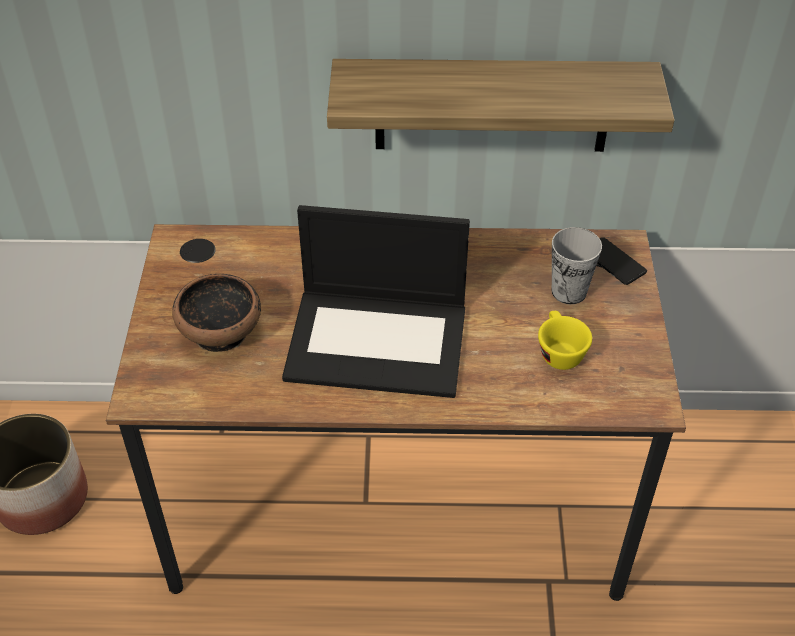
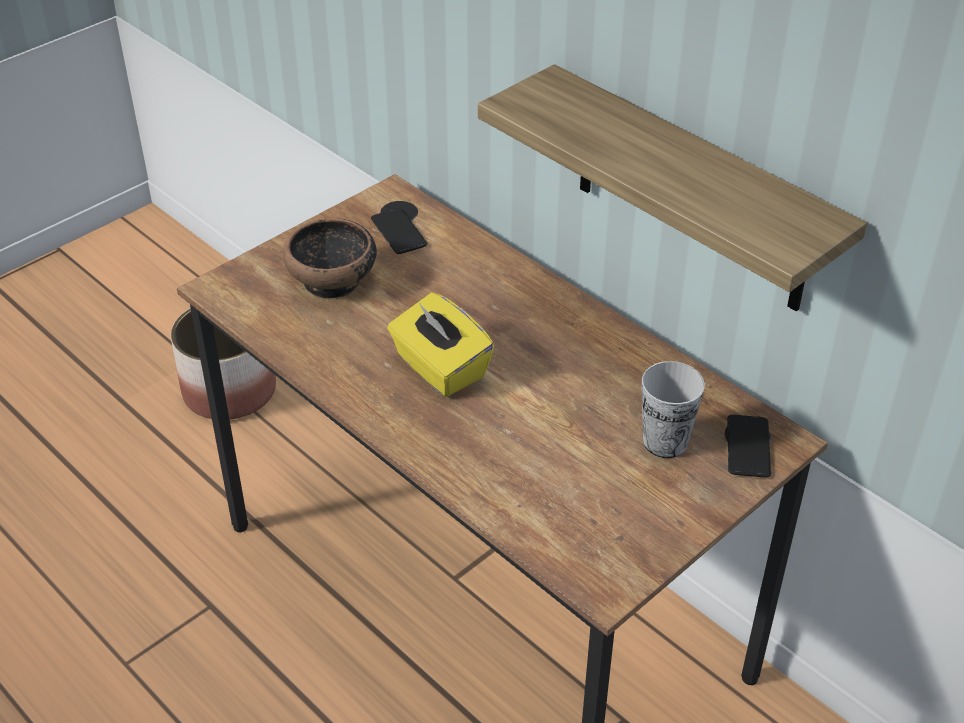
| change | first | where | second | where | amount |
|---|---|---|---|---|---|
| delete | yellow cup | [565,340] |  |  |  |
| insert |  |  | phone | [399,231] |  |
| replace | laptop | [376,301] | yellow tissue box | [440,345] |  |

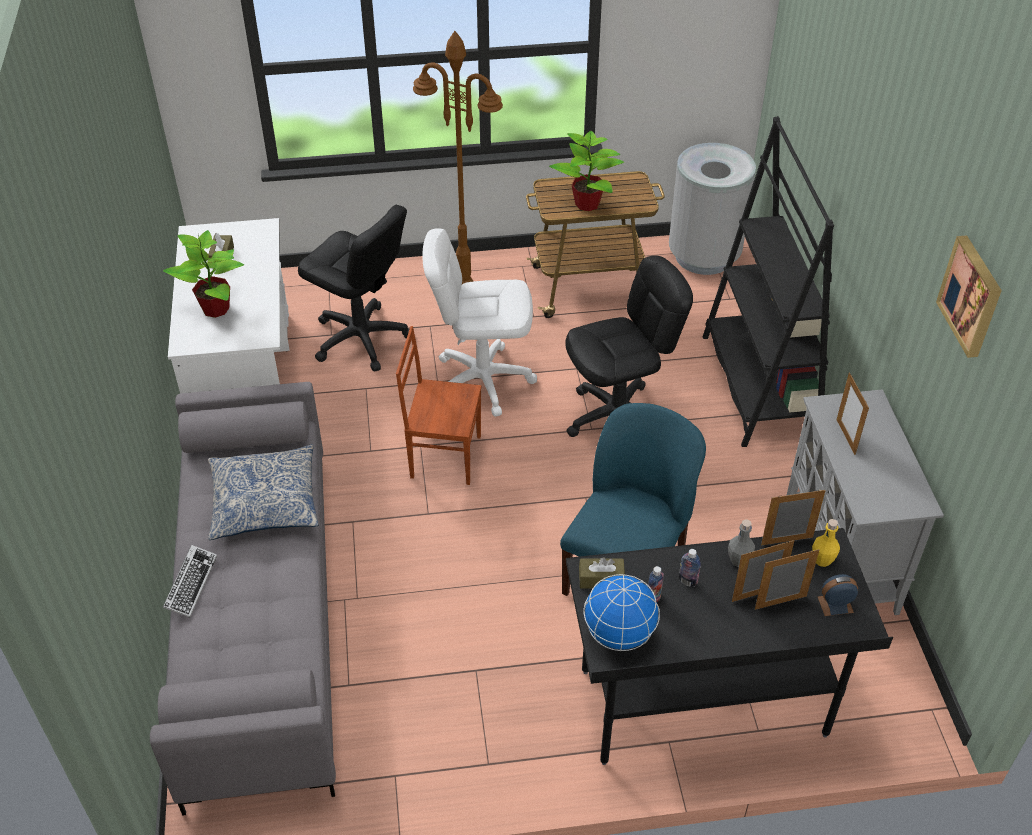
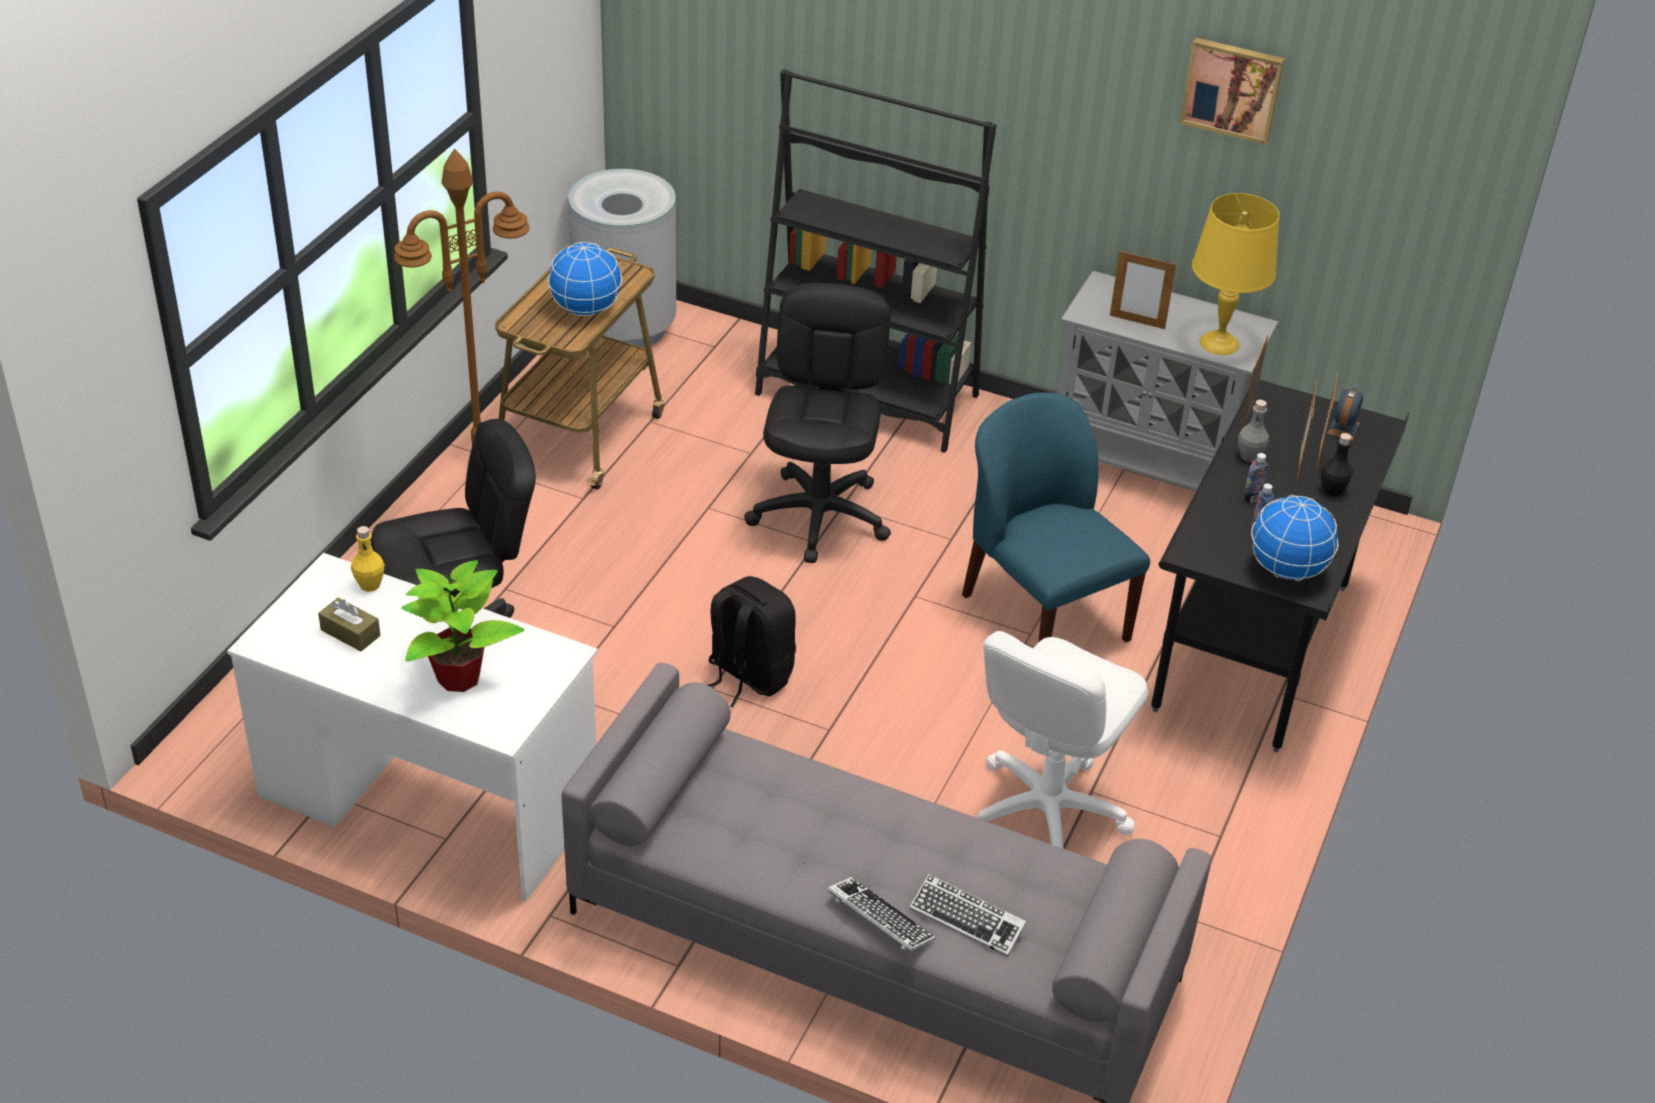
| change | first | where | second | where | amount |
|---|---|---|---|---|---|
| delete | pillow | [263,492] |  |  |  |
| delete | brown tissue box | [602,573] |  |  |  |
| insert |  |  | keyboard | [968,915] |  |
| insert |  |  | yellow table lamp | [1235,274] |  |
| insert |  |  | black bottle | [1337,464] |  |
| move | white office chair | [479,322] |  | [1062,740] |  |
| move | yellow bottle | [826,543] |  | [368,559] |  |
| replace | brown chair | [439,405] | black backpack | [751,641] |  |
| replace | potted plant | [586,170] | globe | [585,279] |  |

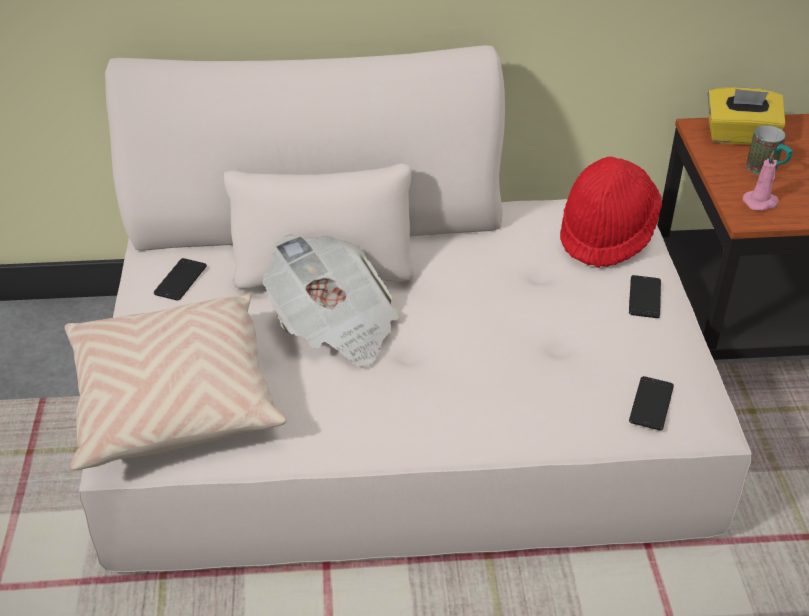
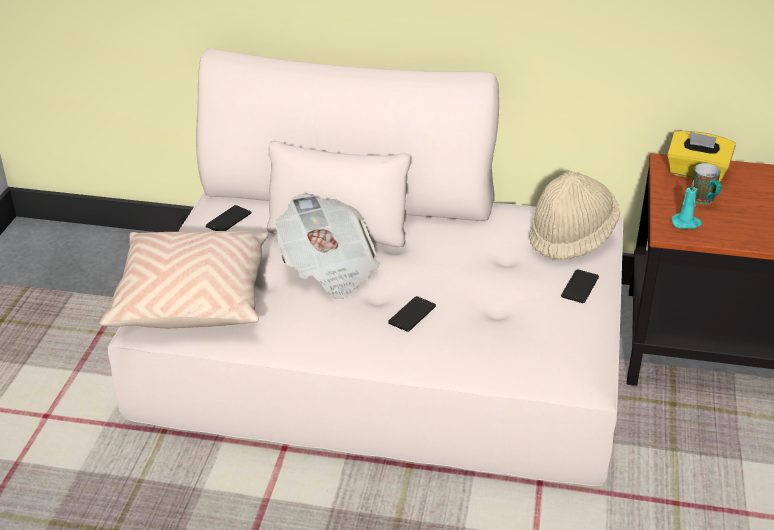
| change | first | where | second | where | amount |
|---|---|---|---|---|---|
| move | phone | [651,403] |  | [412,314] |  |
| recolor | red hat | [611,212] | beige hat | [574,215] |  |
| recolor | pink candle | [761,181] | turquoise candle | [686,204] |  |

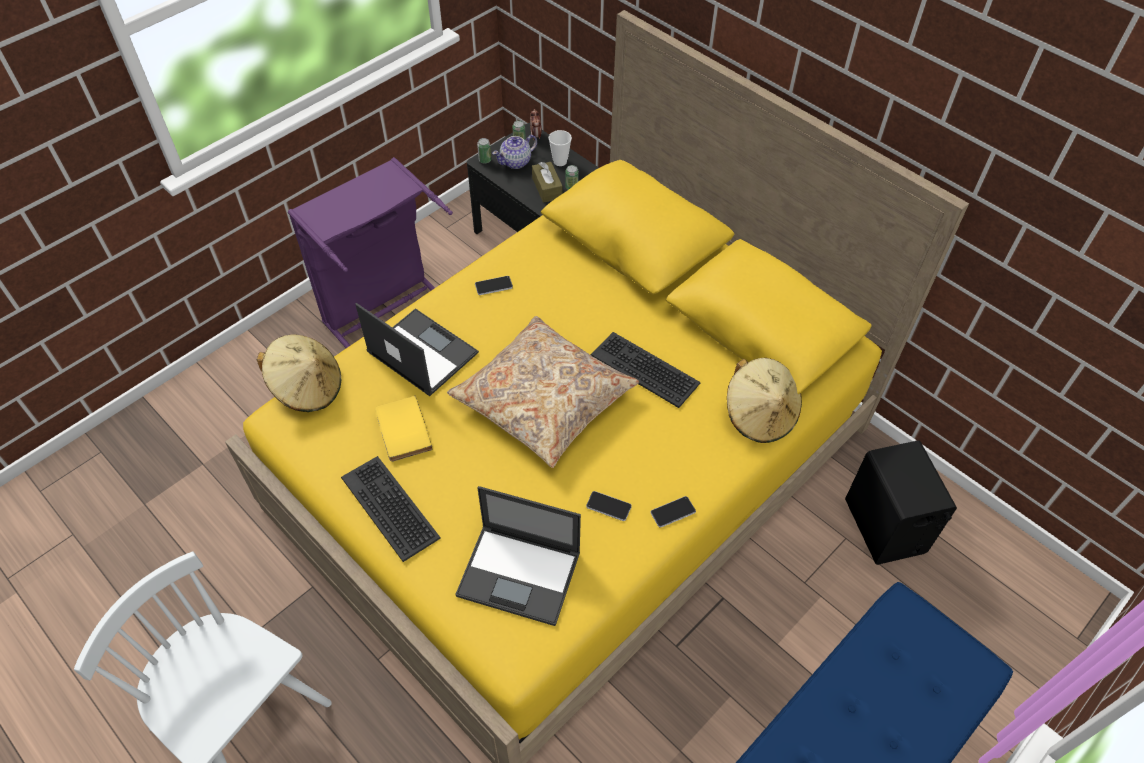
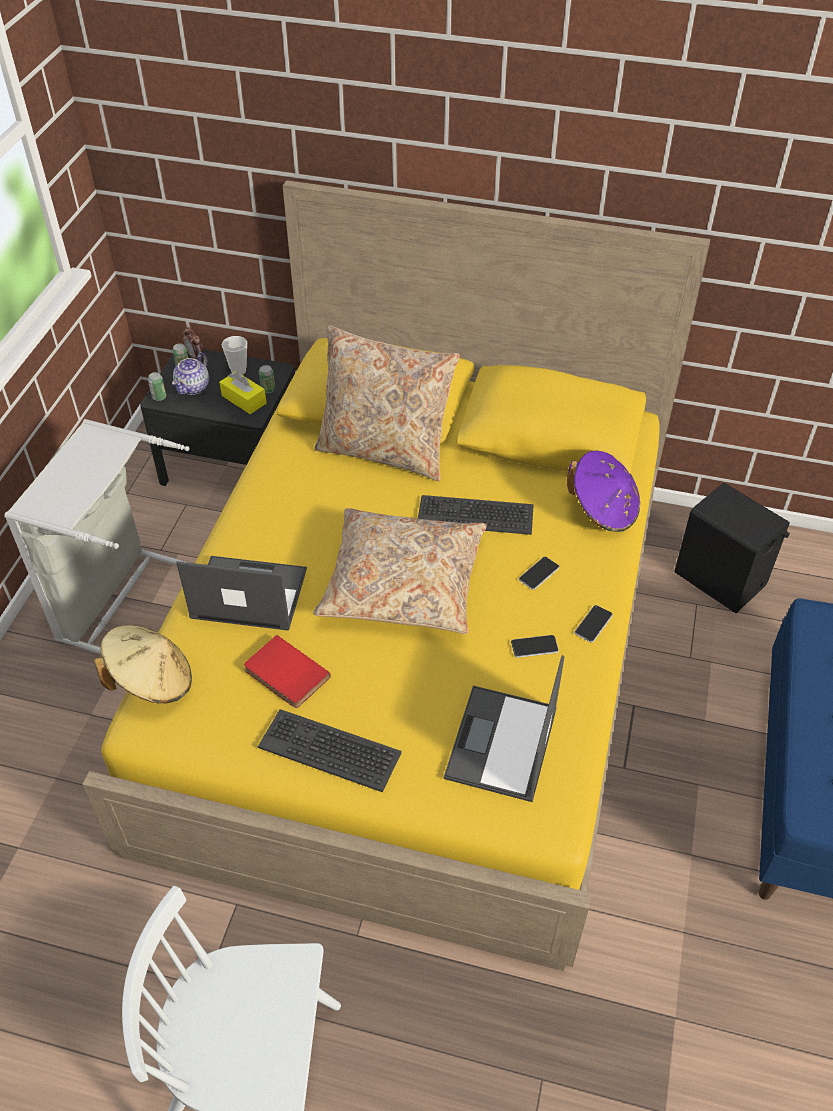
| change | first | where | second | where | amount |
|---|---|---|---|---|---|
| insert |  |  | beige pillow | [387,403] |  |
| move | phone | [494,285] |  | [539,573] |  |
| recolor | purple laundry basket | [370,252] | grey laundry basket | [97,536] |  |
| recolor | yellow book | [404,429] | red book | [287,671] |  |
| recolor | brown tissue box | [547,182] | yellow tissue box | [243,392] |  |
| recolor | beige hat | [764,400] | purple hat | [603,491] |  |
| rotate | laptop | [518,556] |  | [504,728] | 120 degrees clockwise |

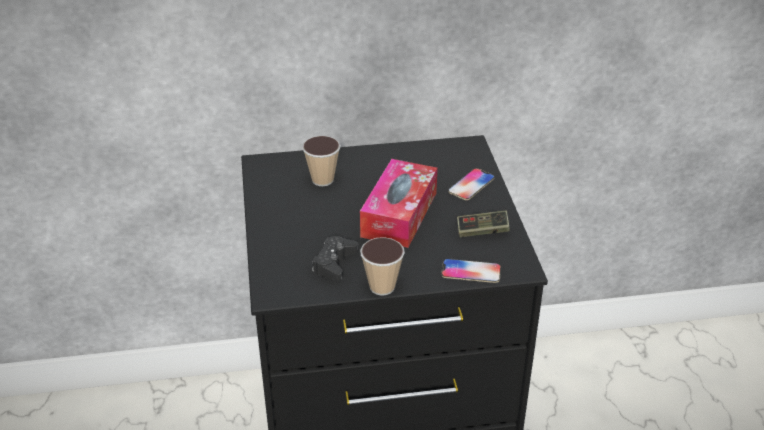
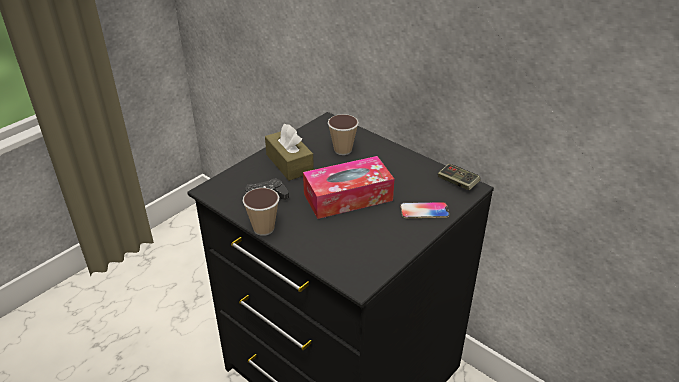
| change | first | where | second | where | amount |
|---|---|---|---|---|---|
| delete | phone | [471,271] |  |  |  |
| insert |  |  | brown tissue box | [289,152] |  |
| move | game controller | [483,223] |  | [459,177] |  |

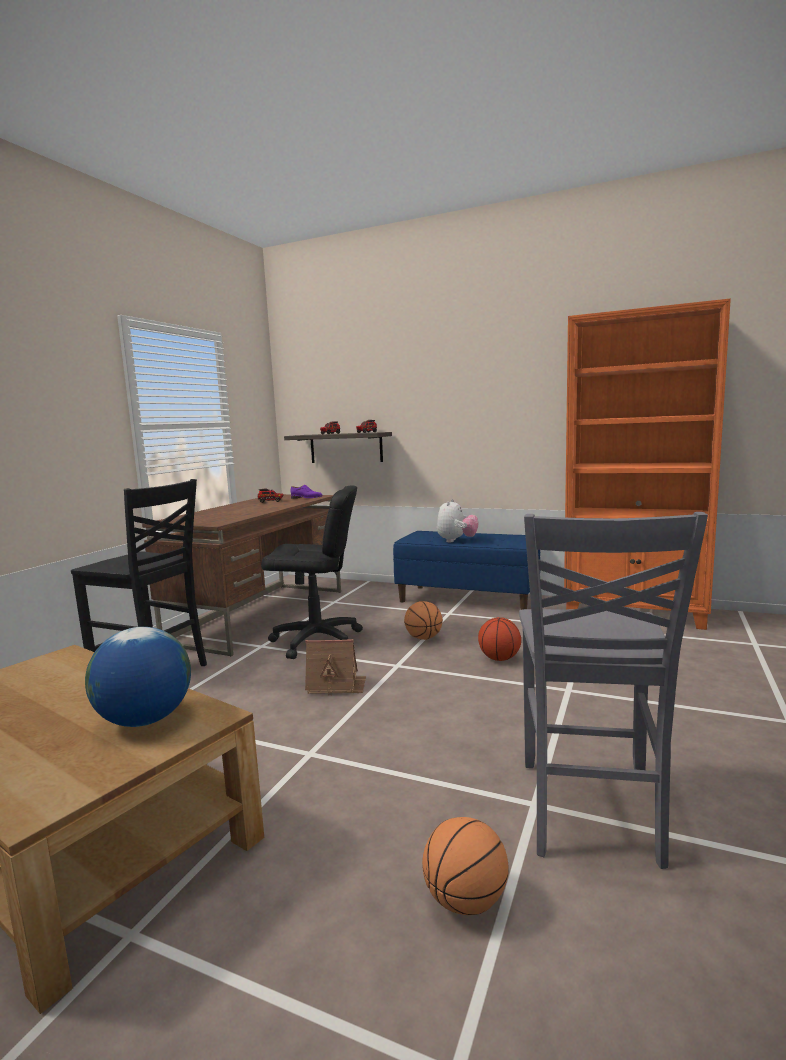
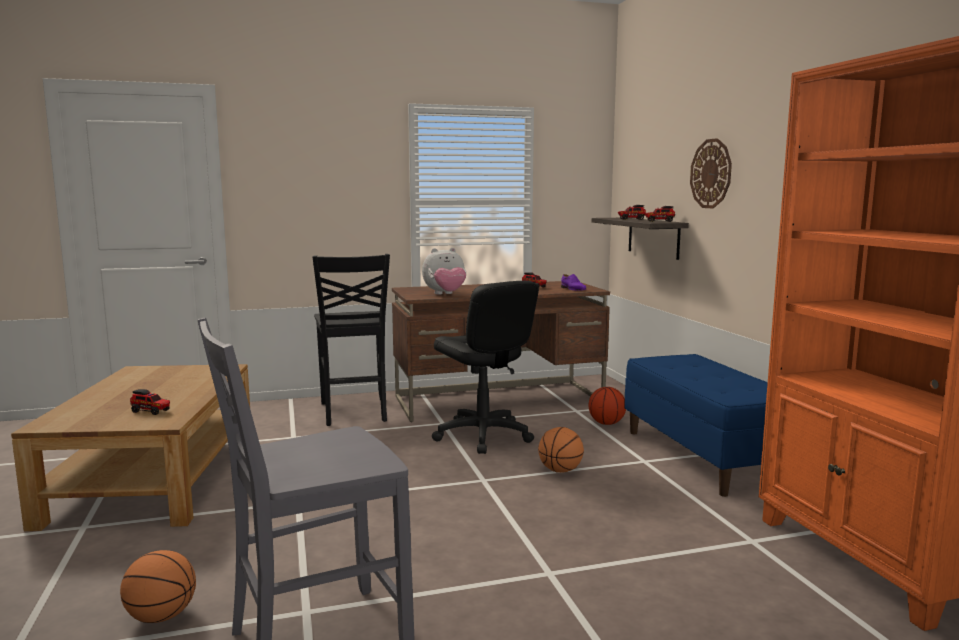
| change | first | where | second | where | amount |
|---|---|---|---|---|---|
| delete | toy house | [335,667] |  |  |  |
| insert |  |  | wall clock | [711,173] |  |
| move | plush toy | [458,521] |  | [444,271] |  |
| move | basketball | [499,639] |  | [607,406] |  |
| replace | globe | [138,677] | toy truck | [150,402] |  |

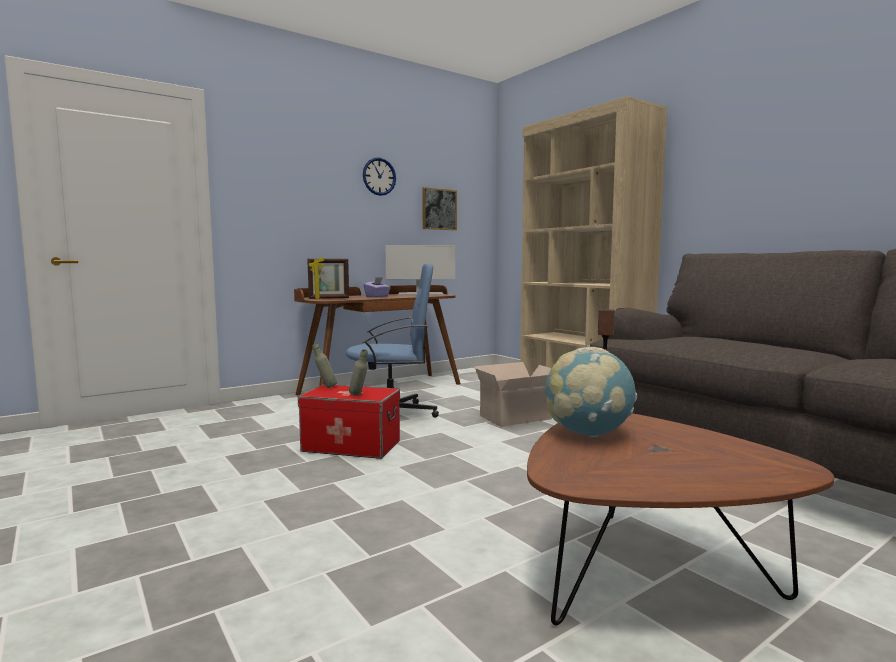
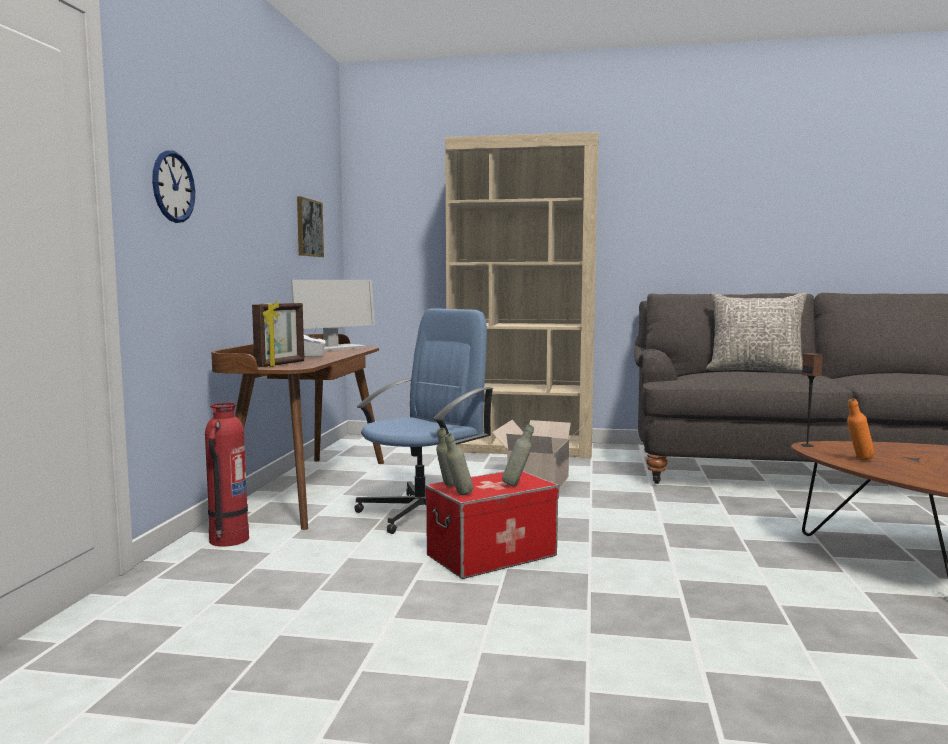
| change | first | where | second | where | amount |
|---|---|---|---|---|---|
| insert |  |  | fire extinguisher | [227,475] |  |
| insert |  |  | grey bottle | [459,464] |  |
| insert |  |  | grey pillow | [756,333] |  |
| move | wall clock | [379,176] |  | [173,186] |  |
| replace | globe | [591,392] | orange bottle | [861,429] |  |
| recolor | purple tissue box | [377,287] | white tissue box | [315,343] |  |

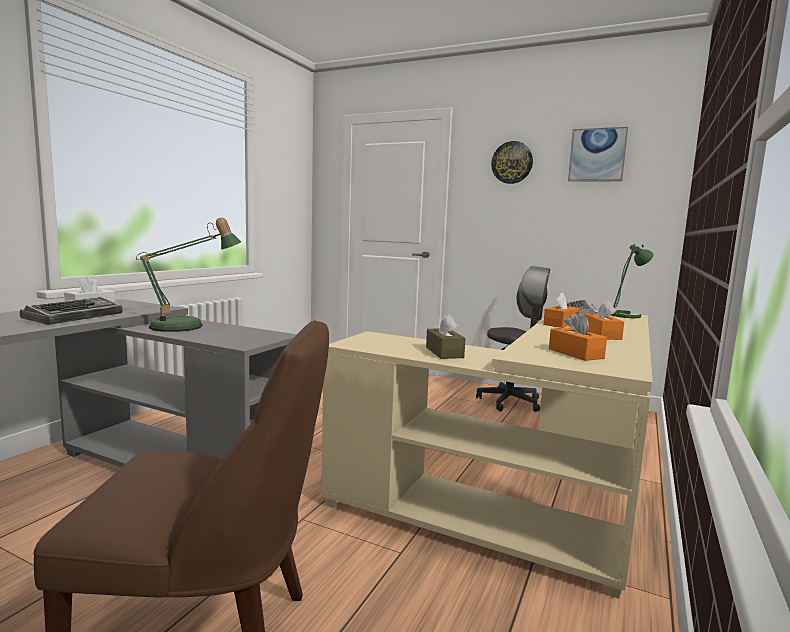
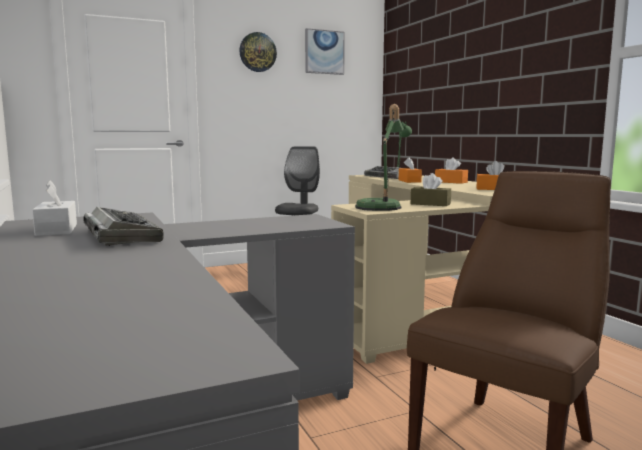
| change | first | where | second | where | amount |
|---|---|---|---|---|---|
| move | table lamp | [188,275] |  | [379,157] |  |

